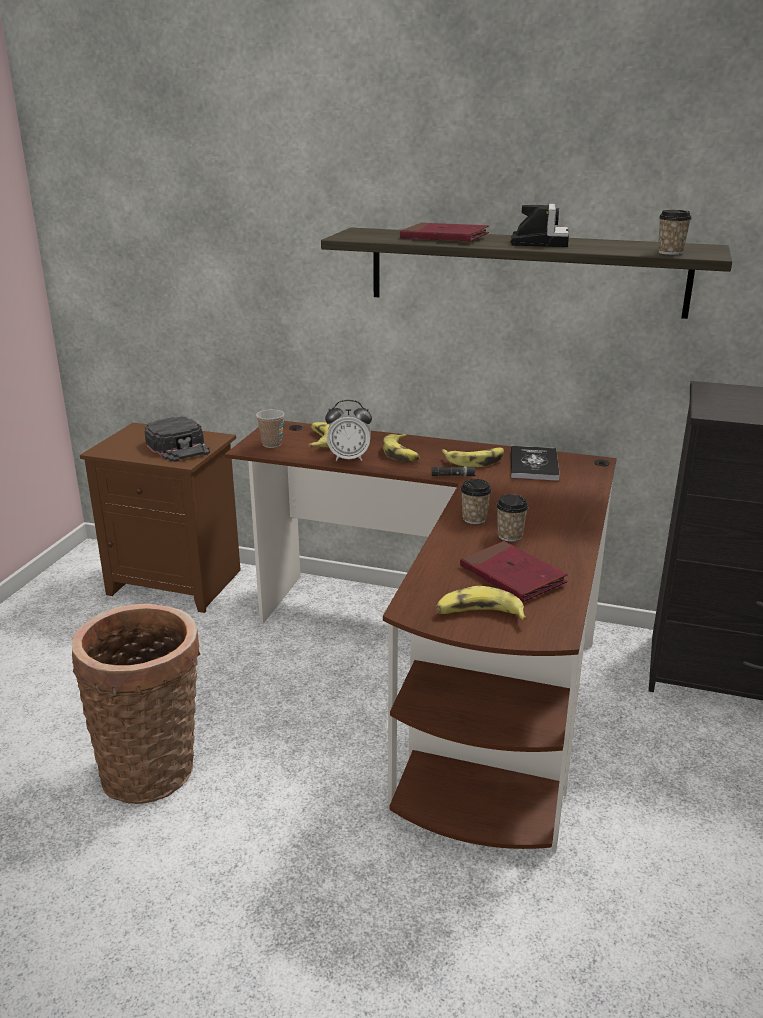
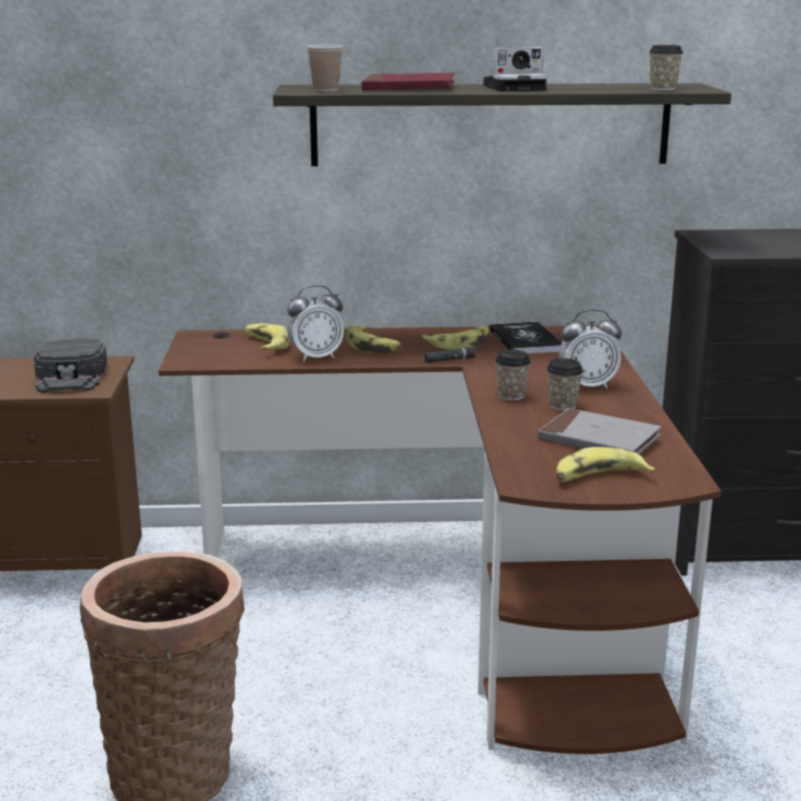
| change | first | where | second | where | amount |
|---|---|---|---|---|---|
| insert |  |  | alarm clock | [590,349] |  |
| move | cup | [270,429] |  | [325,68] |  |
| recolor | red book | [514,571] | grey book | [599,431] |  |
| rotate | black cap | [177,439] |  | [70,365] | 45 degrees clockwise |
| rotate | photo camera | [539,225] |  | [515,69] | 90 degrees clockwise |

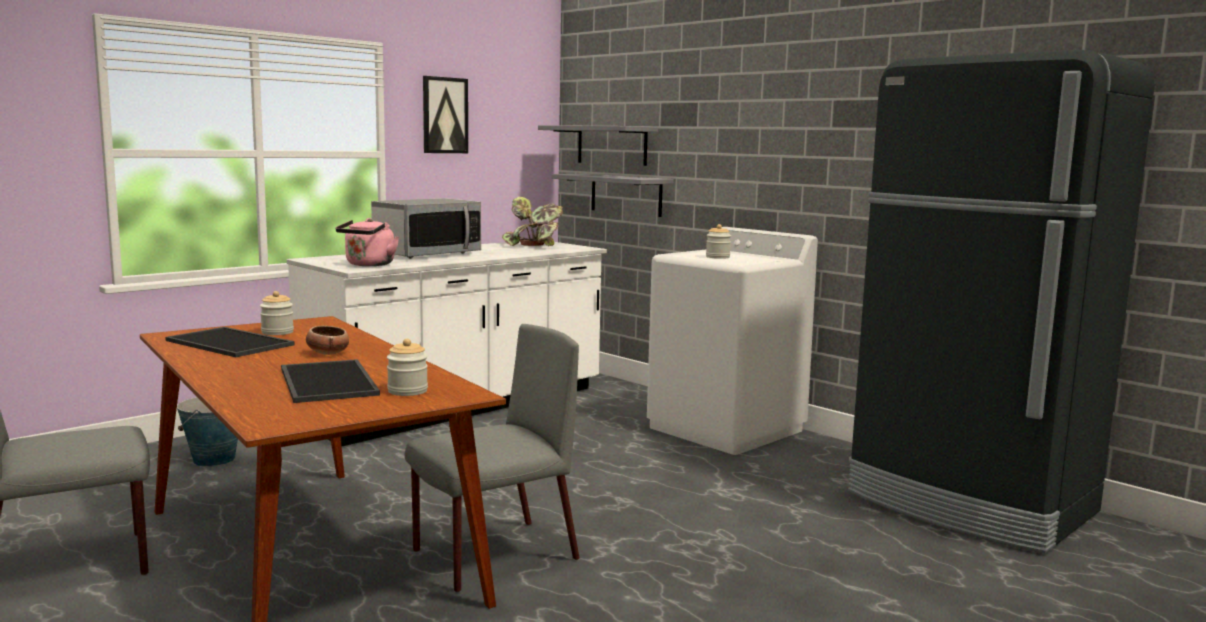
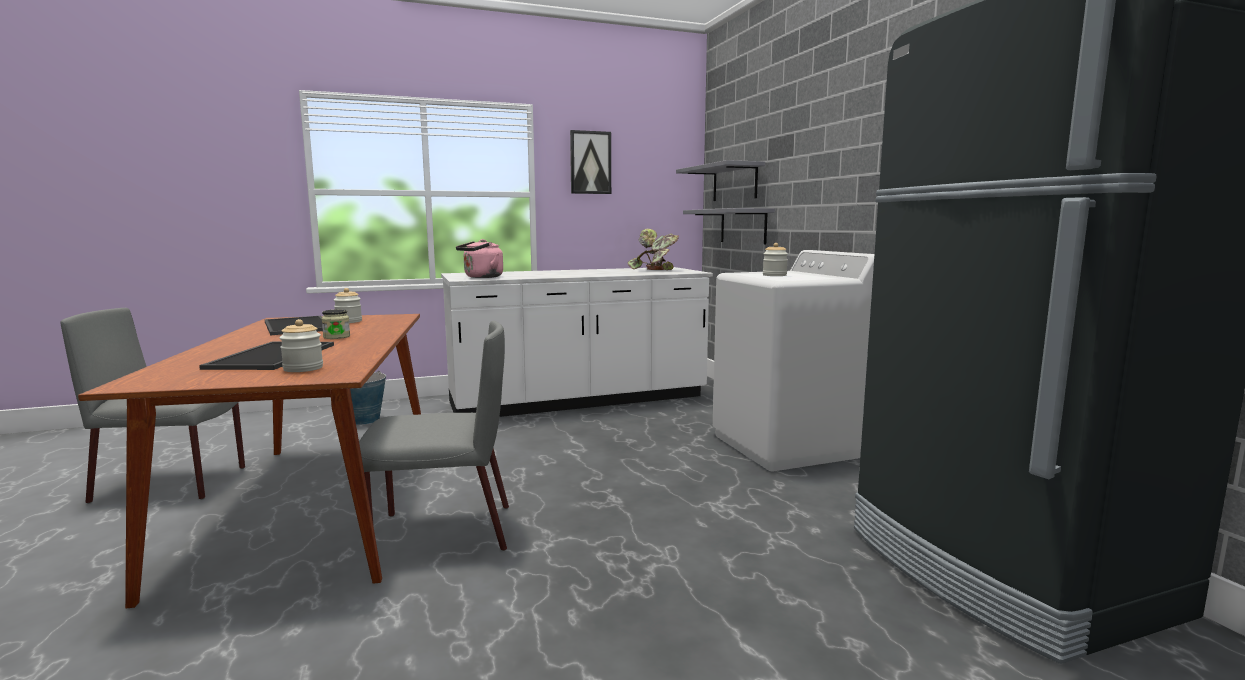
| change | first | where | second | where | amount |
|---|---|---|---|---|---|
| delete | microwave | [426,228] |  |  |  |
| replace | bowl | [327,340] | jar | [335,324] |  |

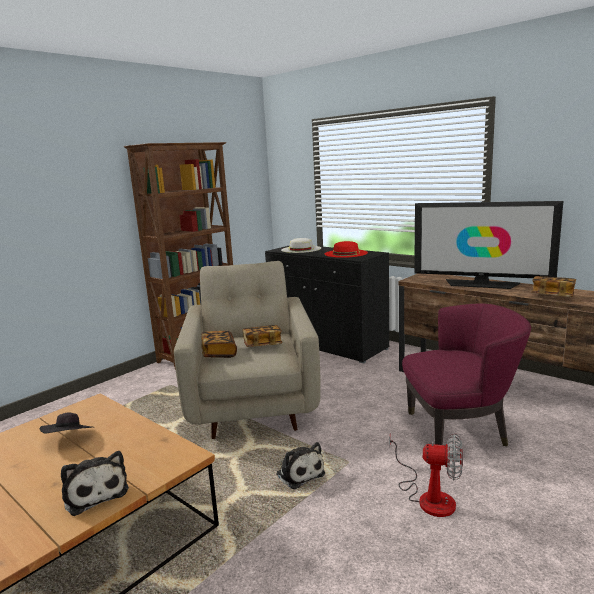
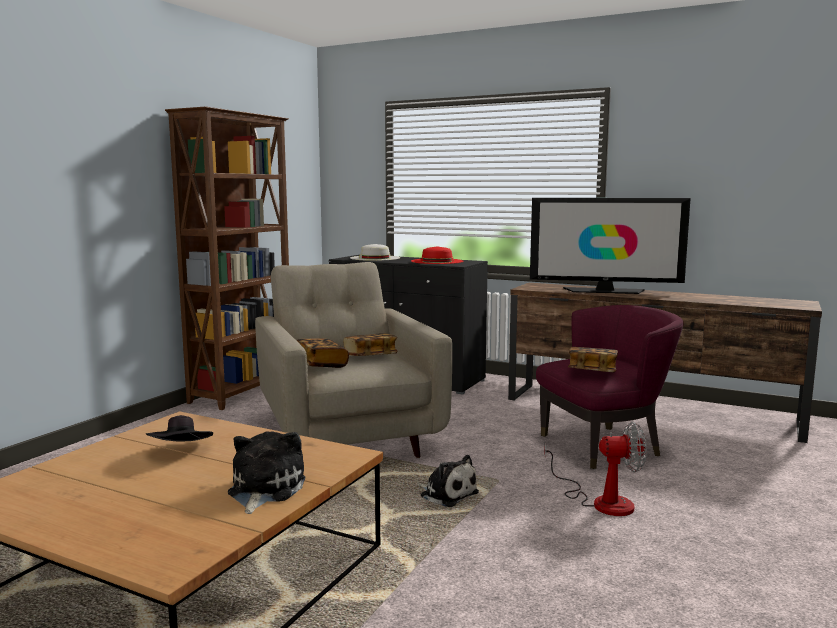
| change | first | where | second | where | amount |
|---|---|---|---|---|---|
| move | book | [553,286] |  | [593,359] |  |
| rotate | plush toy | [95,483] |  | [267,472] | 120 degrees counterclockwise |

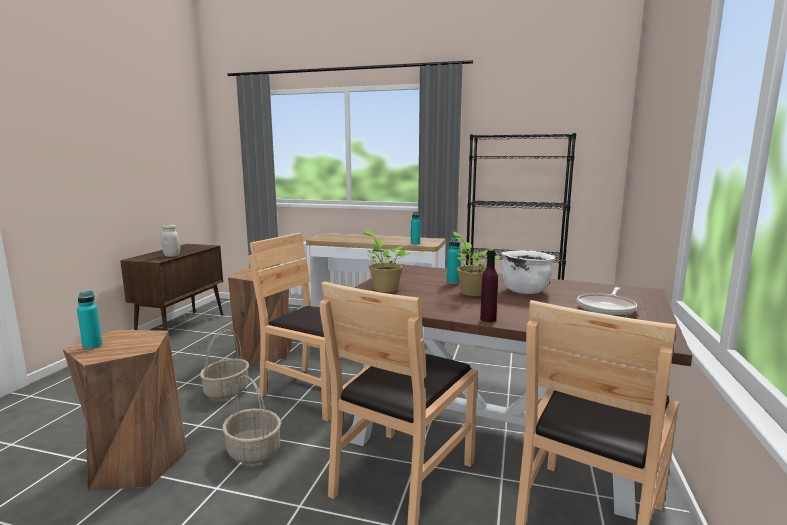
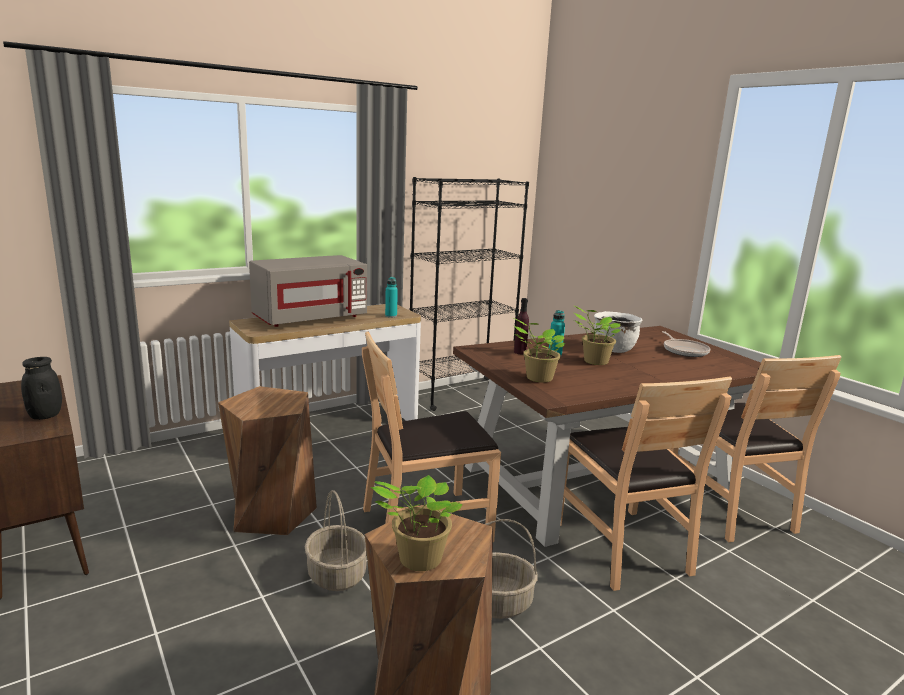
| change | first | where | second | where | amount |
|---|---|---|---|---|---|
| insert |  |  | grey microwave | [308,291] |  |
| move | purple bottle | [489,286] |  | [521,326] |  |
| replace | turquoise bottle | [89,320] | potted plant | [417,523] |  |
| recolor | white jar | [170,241] | black jar | [41,388] |  |

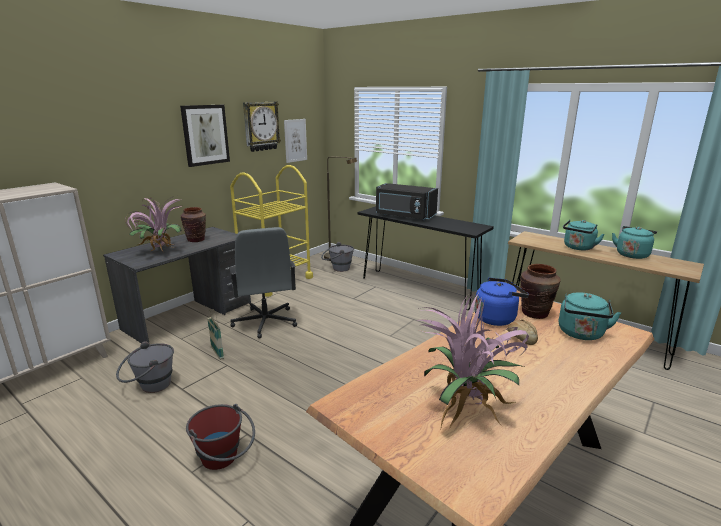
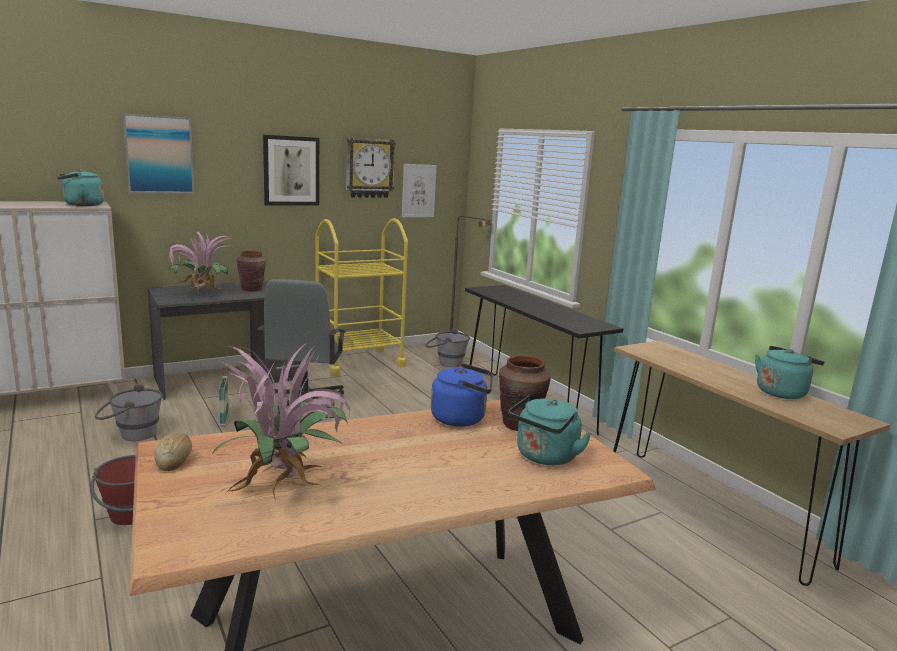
| change | first | where | second | where | amount |
|---|---|---|---|---|---|
| delete | black microwave | [407,201] |  |  |  |
| insert |  |  | picture | [158,153] |  |
| move | bread | [522,332] |  | [173,452] |  |
| move | turquoise kettle | [584,235] |  | [80,187] |  |

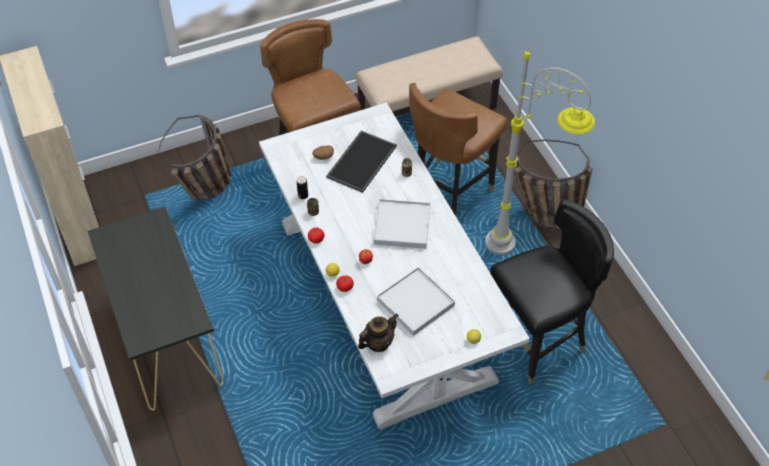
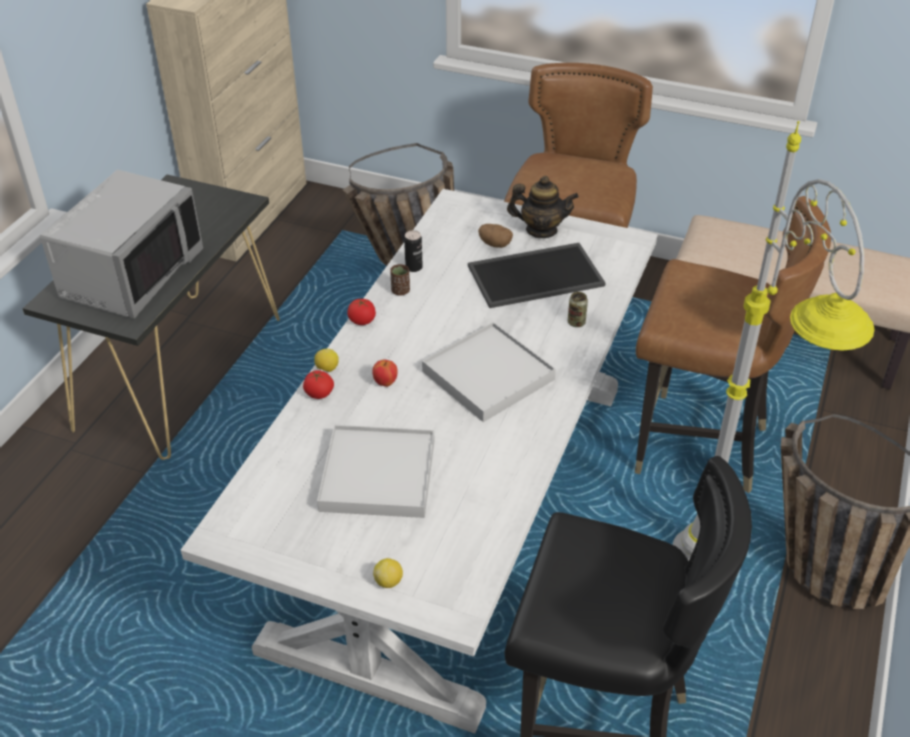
| change | first | where | second | where | amount |
|---|---|---|---|---|---|
| insert |  |  | grey microwave | [121,244] |  |
| move | teapot | [378,333] |  | [543,207] |  |
| rotate | brown chair | [458,149] |  | [733,344] | 150 degrees counterclockwise |

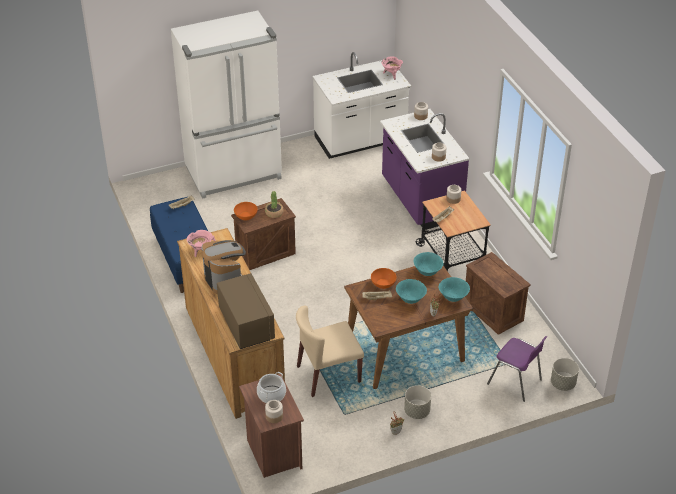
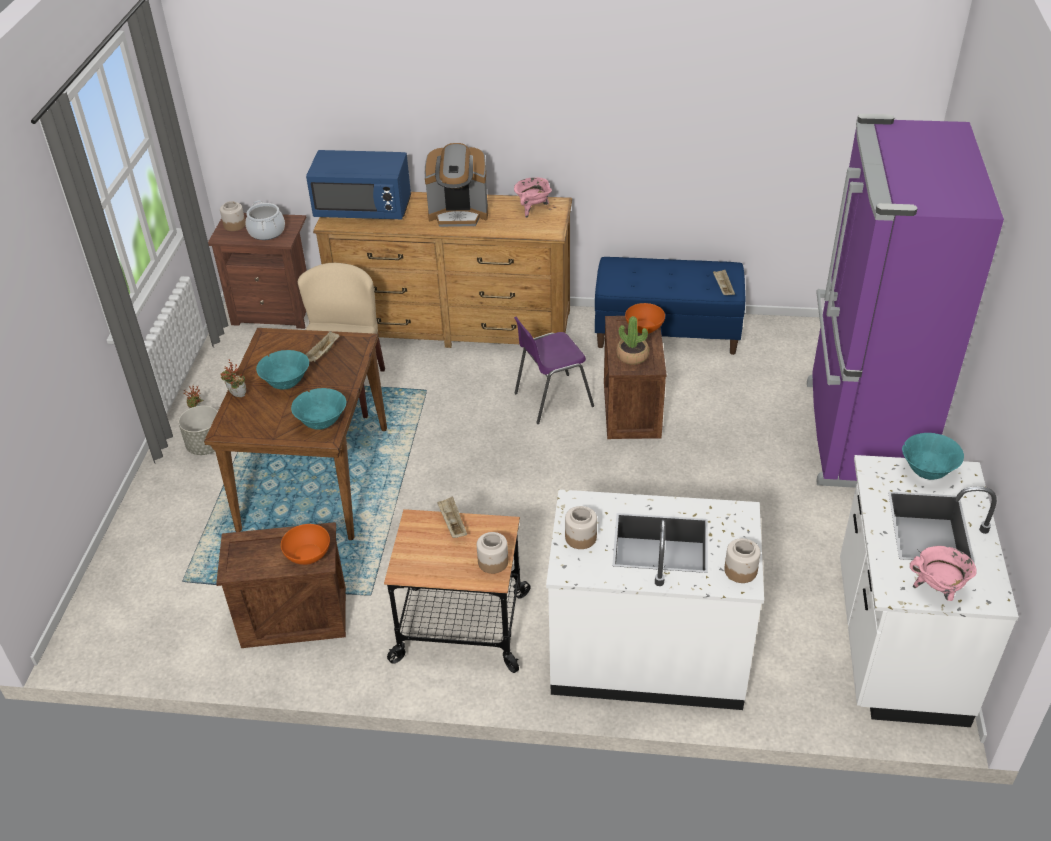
| change | first | where | second | where | amount |
|---|---|---|---|---|---|
| delete | grey planter | [565,374] |  |  |  |
| move | orange bowl | [384,278] |  | [305,544] |  |
| move | turquoise bowl | [454,289] |  | [933,456] |  |
| move | purple chair | [517,369] |  | [554,370] |  |
| recolor | white fridge | [226,105] | purple fridge | [905,301] |  |
| recolor | brown microwave | [246,311] | blue microwave | [358,184] |  |
| recolor | purple counter | [424,169] | white counter | [655,600] |  |

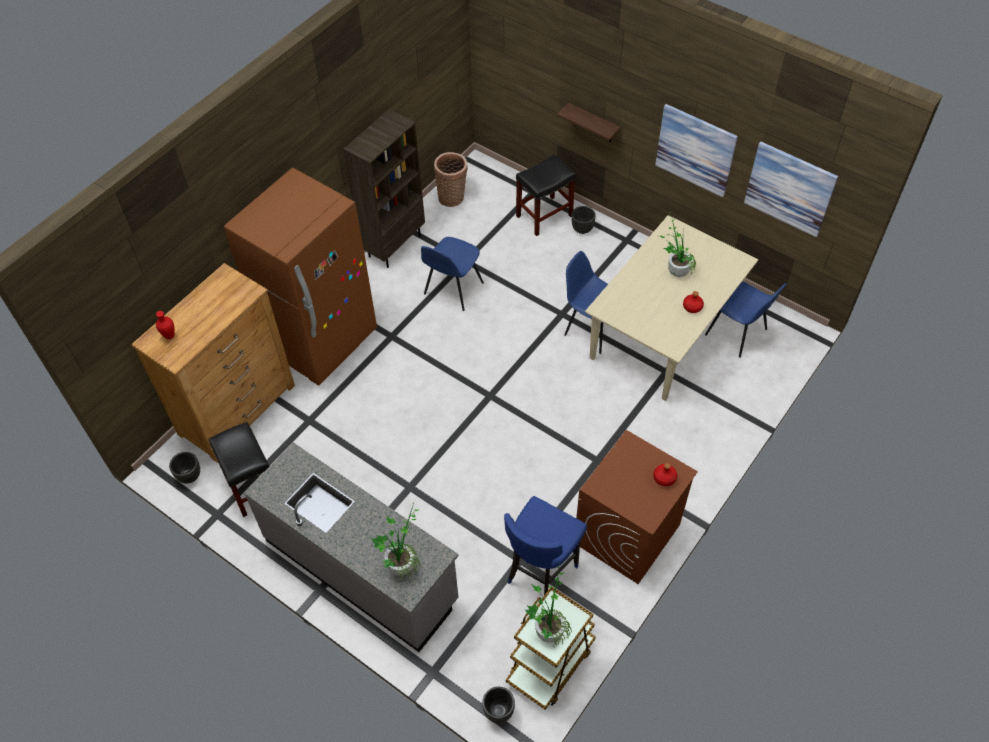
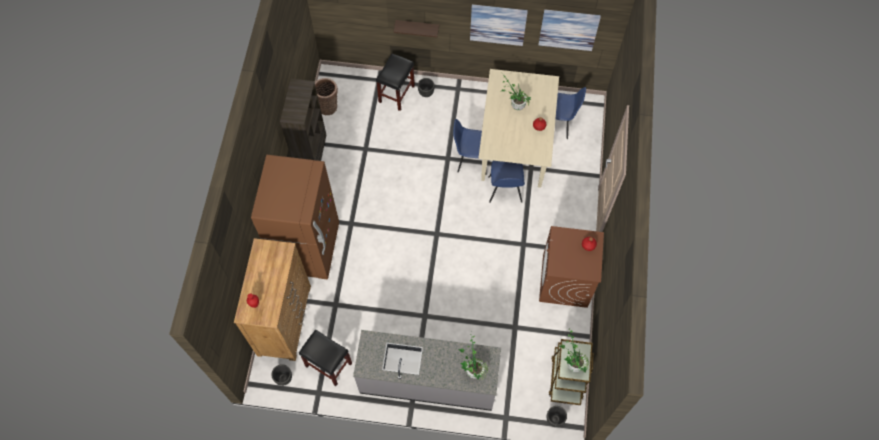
| change | first | where | second | where | amount |
|---|---|---|---|---|---|
| delete | blue stool | [545,545] |  |  |  |
| move | blue chair | [452,274] |  | [506,182] |  |

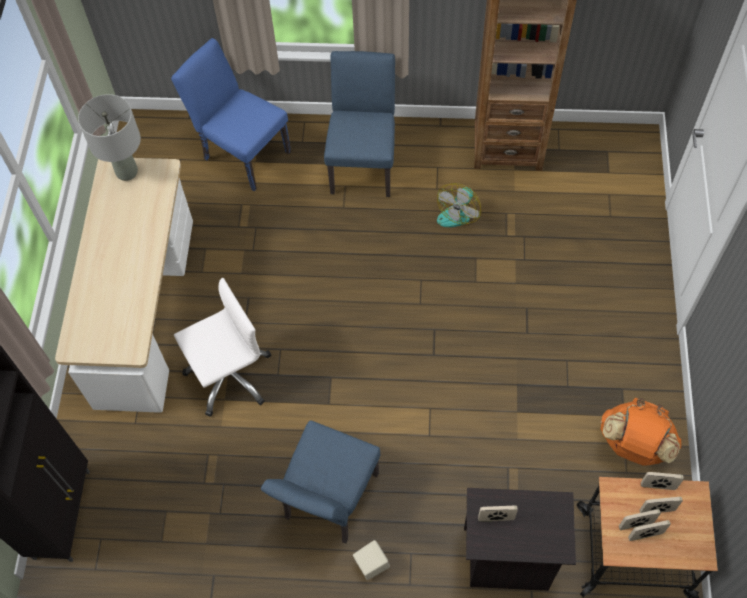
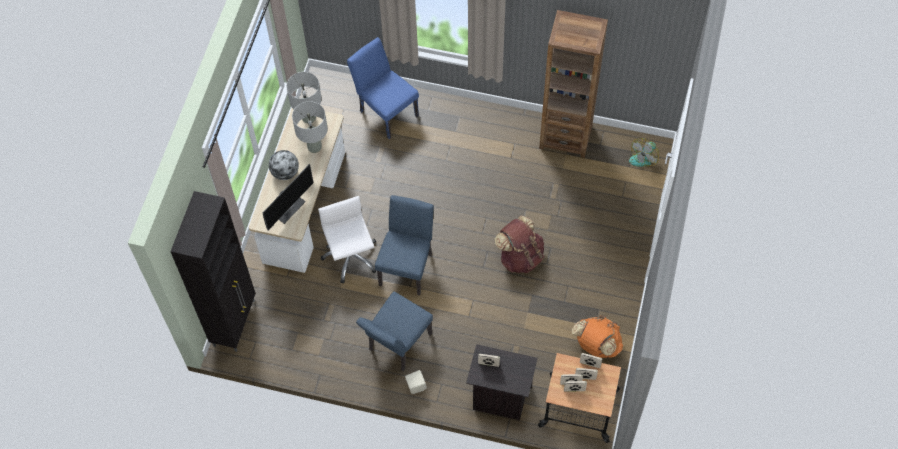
| change | first | where | second | where | amount |
|---|---|---|---|---|---|
| insert |  |  | monitor | [288,197] |  |
| insert |  |  | globe | [284,165] |  |
| insert |  |  | grey table lamp | [310,127] |  |
| insert |  |  | brown backpack | [519,244] |  |
| move | blue chair | [359,124] |  | [404,245] |  |
| move | fan | [459,205] |  | [644,152] |  |
| rotate | white office chair | [223,347] |  | [347,239] | 90 degrees counterclockwise |

